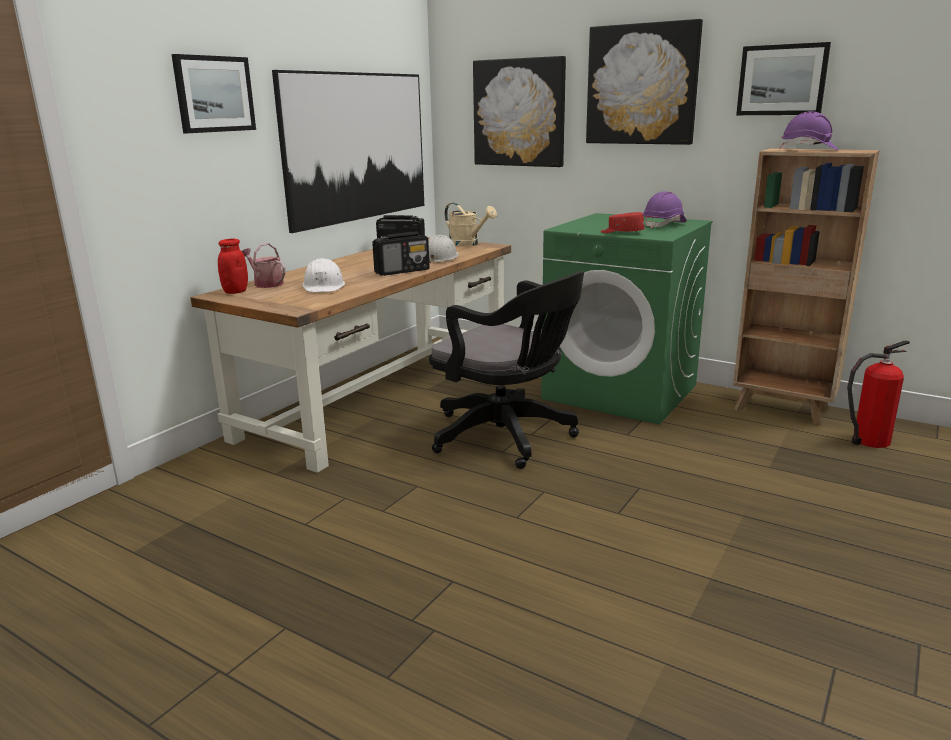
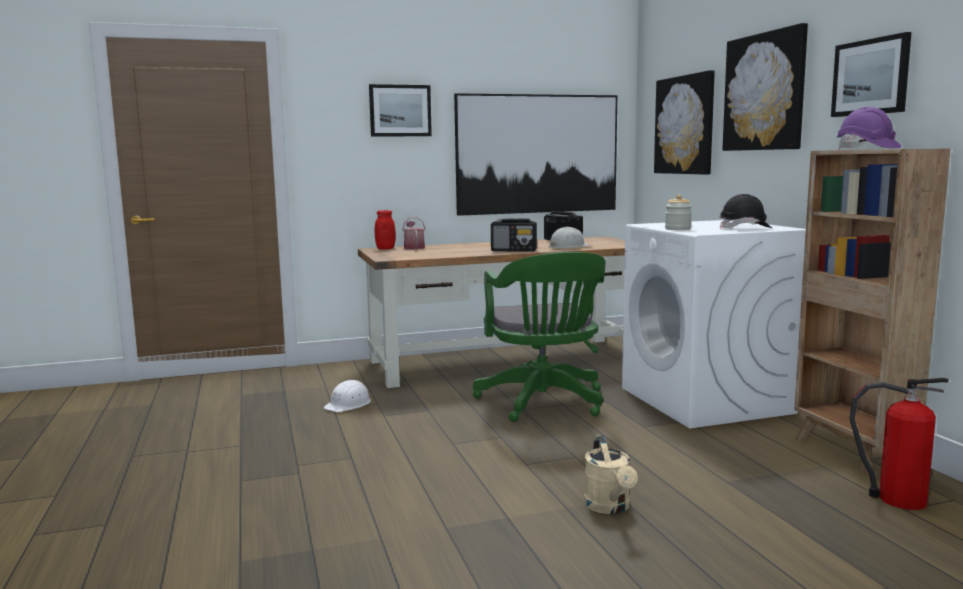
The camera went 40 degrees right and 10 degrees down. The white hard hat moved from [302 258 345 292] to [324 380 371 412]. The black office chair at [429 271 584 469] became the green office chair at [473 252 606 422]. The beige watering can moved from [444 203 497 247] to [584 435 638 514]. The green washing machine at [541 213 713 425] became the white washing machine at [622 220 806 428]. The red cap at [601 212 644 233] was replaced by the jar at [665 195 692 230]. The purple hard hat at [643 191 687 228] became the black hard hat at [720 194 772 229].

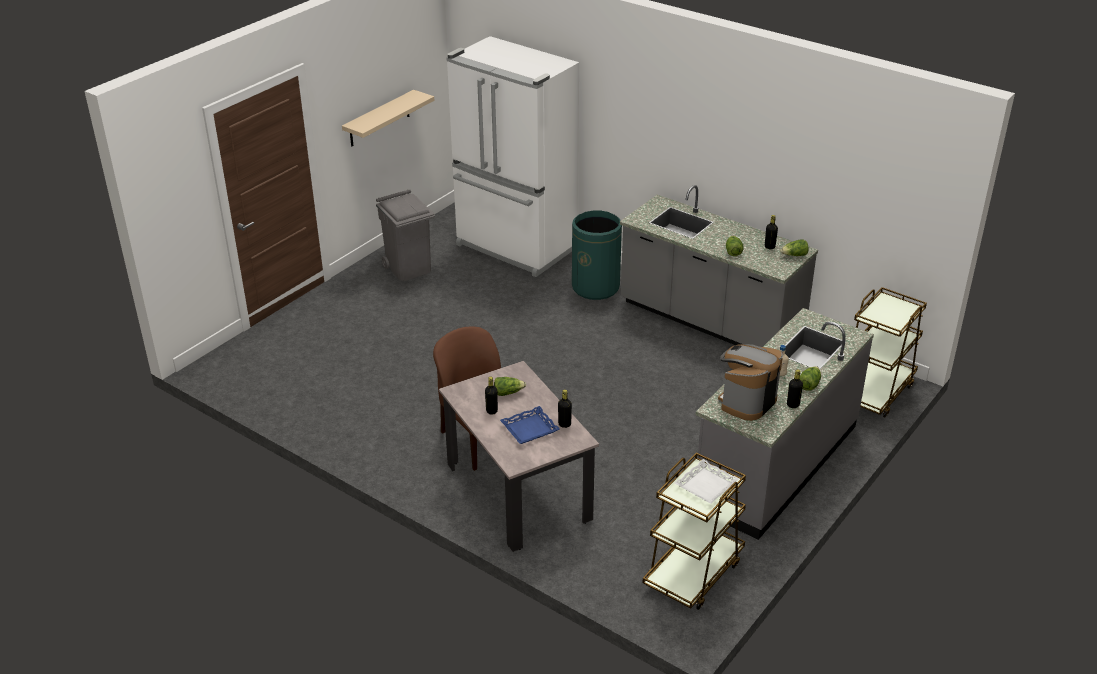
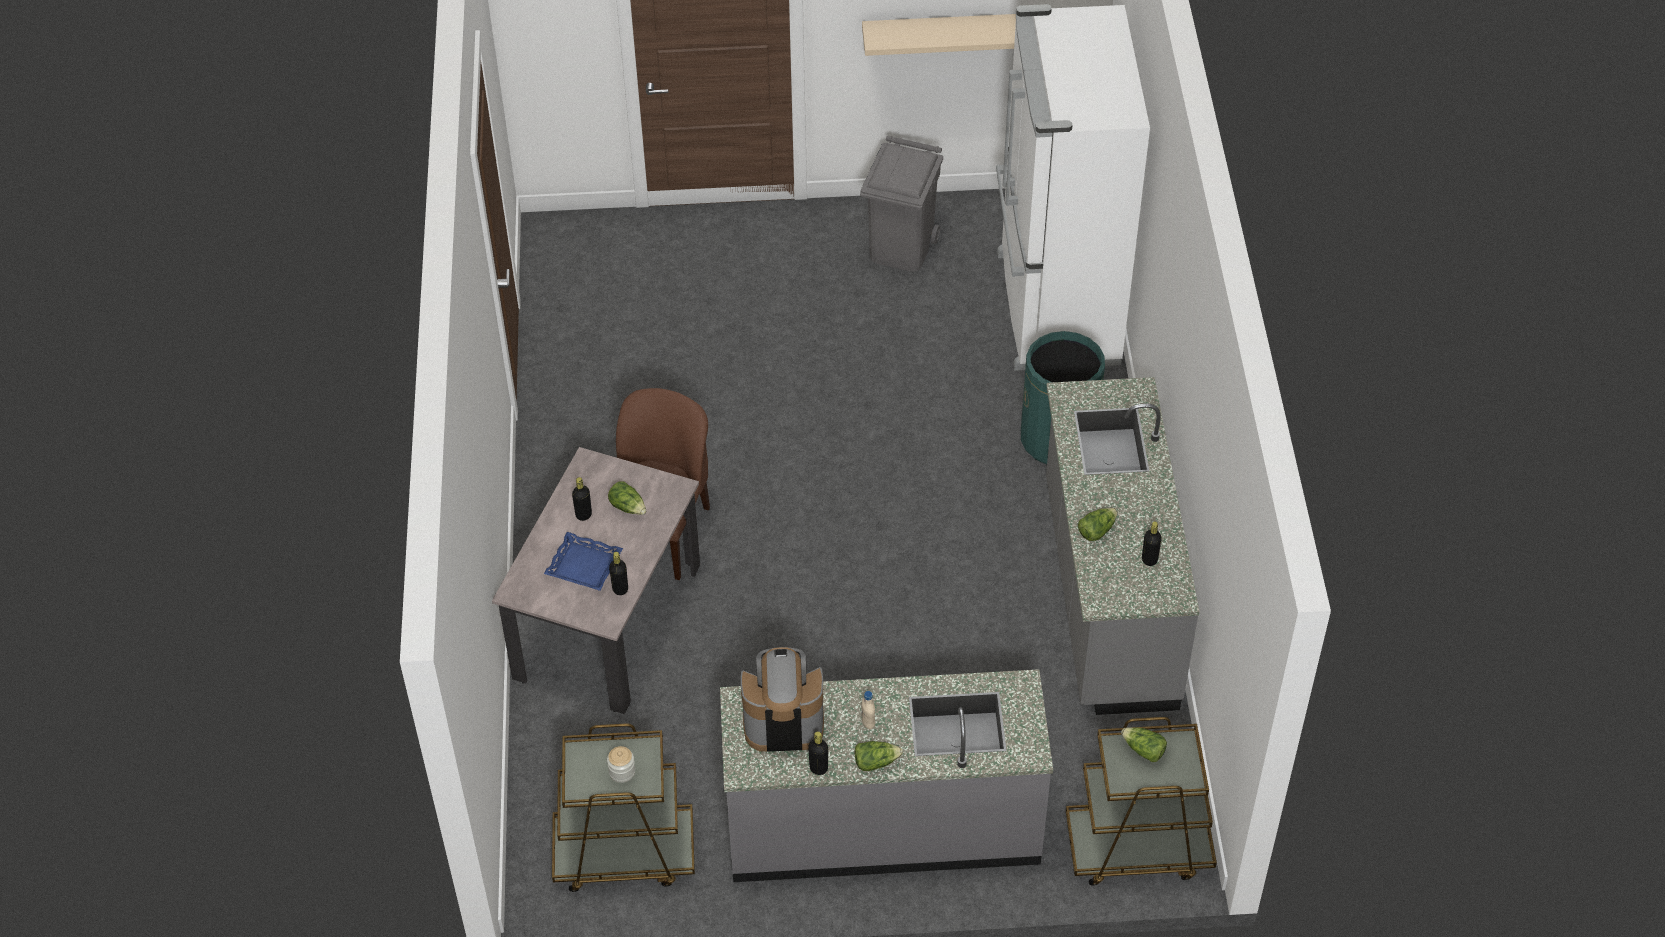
The camera went 50 degrees right and 15 degrees up. The white tray at [675 459 740 504] was replaced by the jar at [607 746 635 783]. The lettuce moved from [780 239 809 256] to [1121 727 1167 762].

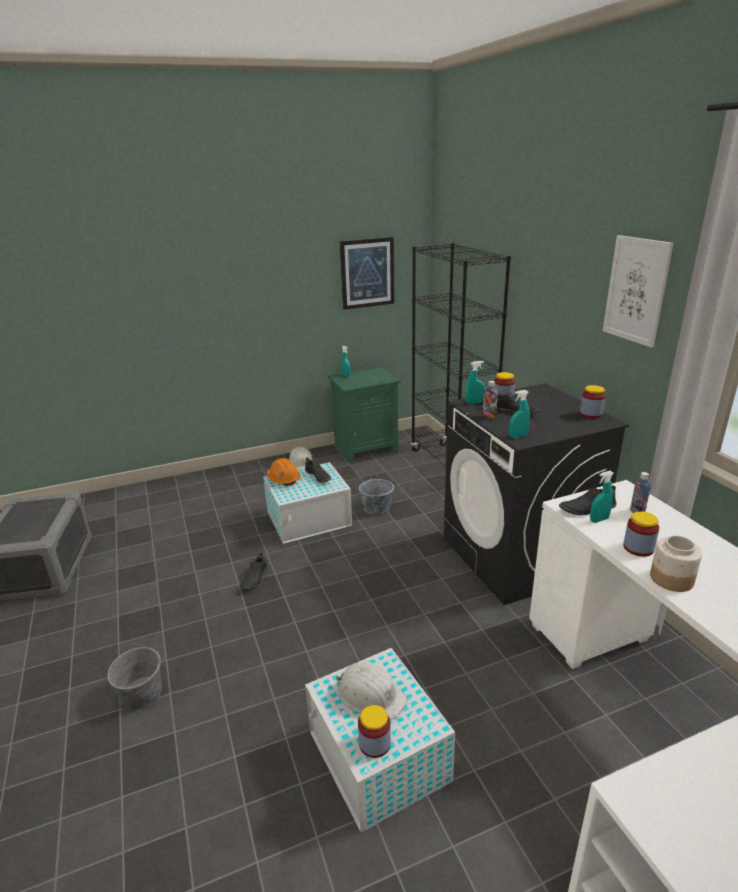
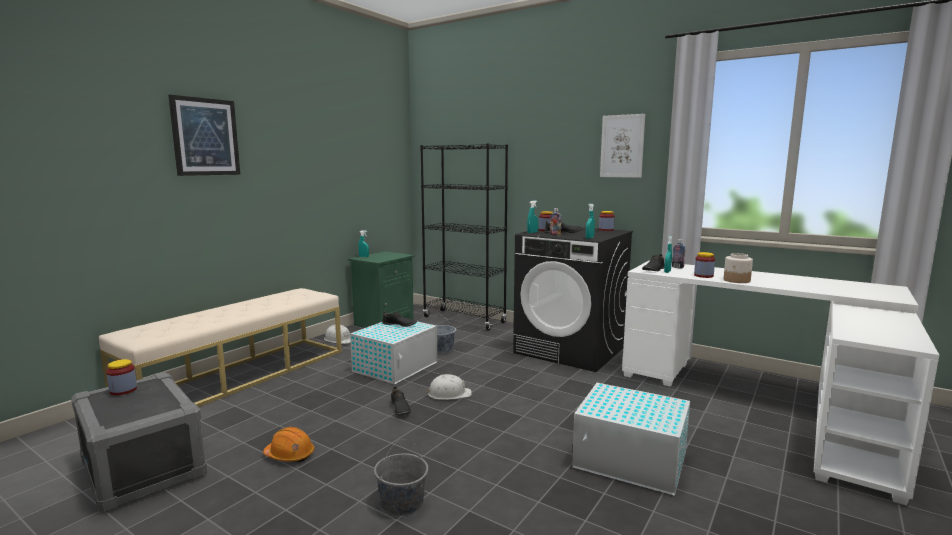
The camera went 35 degrees left and 15 degrees down. The beige bench at [99 288 342 407] appeared. The jar moved from [358 705 391 758] to [106 359 137 395]. The picture moved from [340 237 394 310] to [168 95 240 176]. The orange hard hat moved from [267 458 300 486] to [263 427 315 462]. The white hard hat moved from [336 662 408 720] to [425 374 472 400].

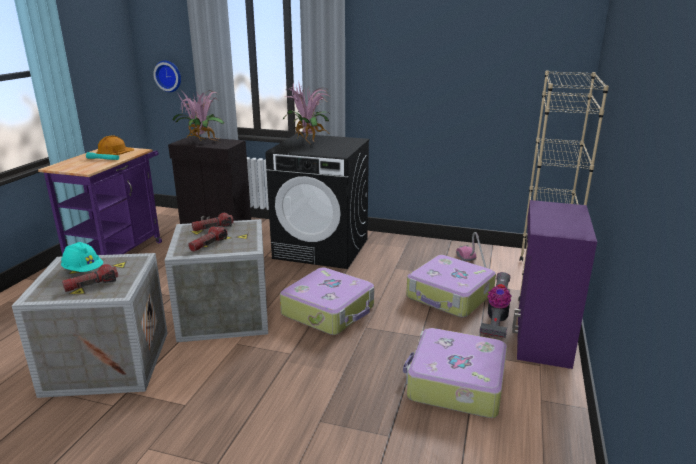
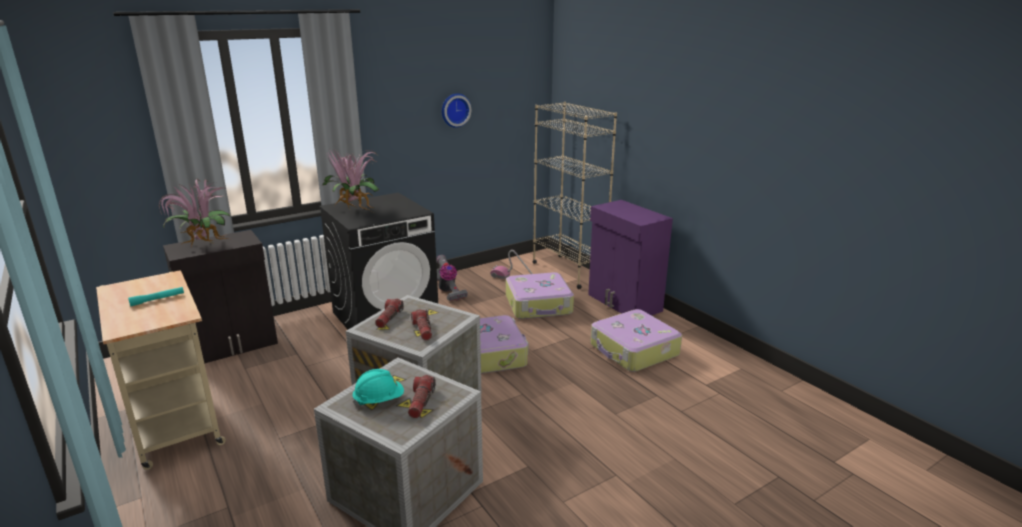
The camera went 50 degrees left and 0 degrees up. The purple cart at [38 148 162 256] became the beige cart at [96 270 226 470]. The vacuum cleaner moved from [480 272 512 338] to [436 255 468 301]. The wall clock moved from [153 61 181 92] to [442 93 471 128]. The orange hard hat at [96 135 135 155] disappeared.

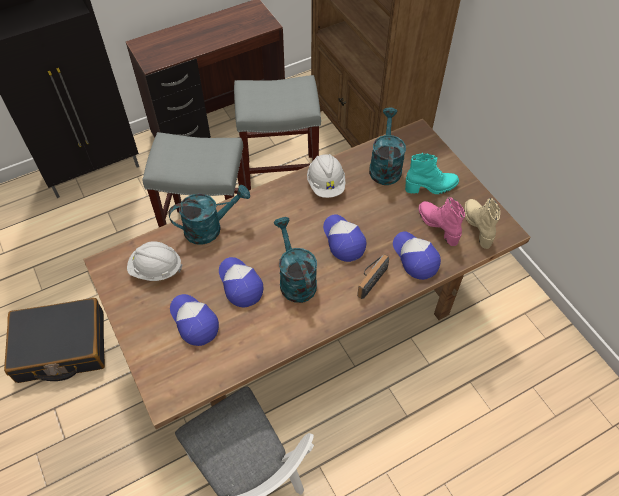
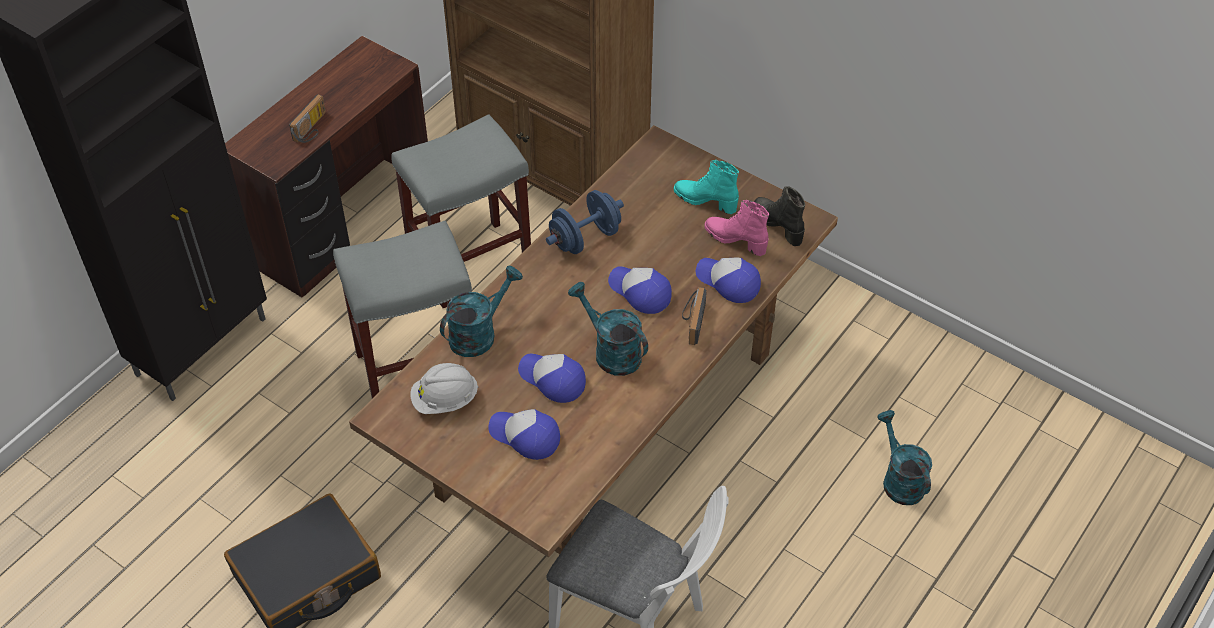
The camera went 25 degrees left and 5 degrees down. The radio at [289 94 326 143] appeared. The white hard hat at [307 154 345 198] was replaced by the blue dumbbell at [546 190 624 254]. The turquoise boot at [405 153 459 194] turned 120 degrees counterclockwise. The beige boot at [464 198 500 249] became the black boot at [754 186 805 246]. The turquoise watering can moved from [369 108 406 185] to [878 410 932 505].

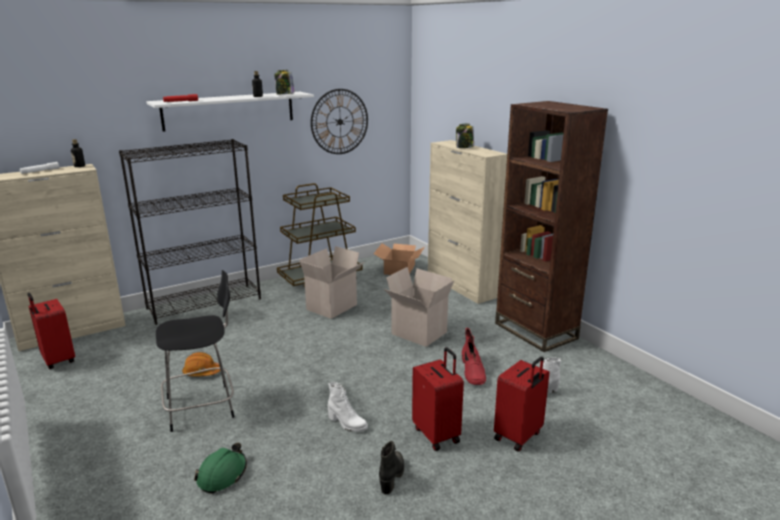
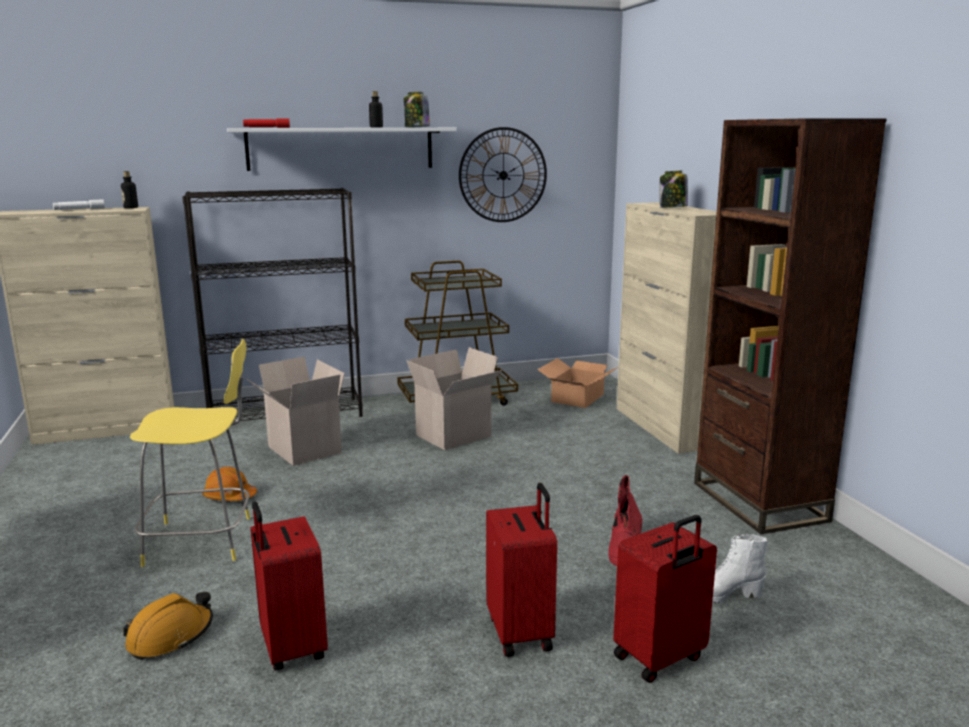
The camera went 15 degrees right and 5 degrees down. The green hard hat at [194 443 247 493] became the orange hard hat at [124 592 213 660]. The black stool at [156 270 235 432] became the yellow stool at [130 339 250 567]. The cardboard box moved from [384 267 454 347] to [245 356 345 466]. The red suitcase moved from [28 293 75 369] to [251 502 328 671]. The white boot at [328 382 368 432] disappeared. The black boot at [379 441 404 495] disappeared.

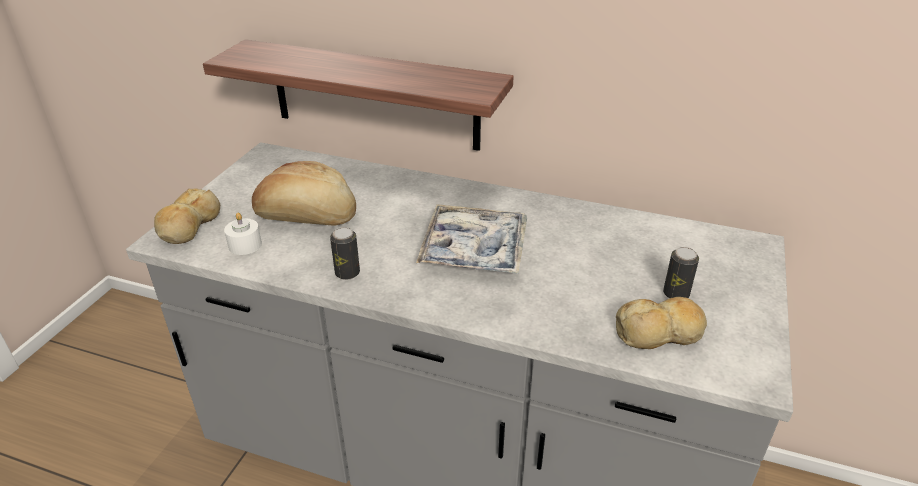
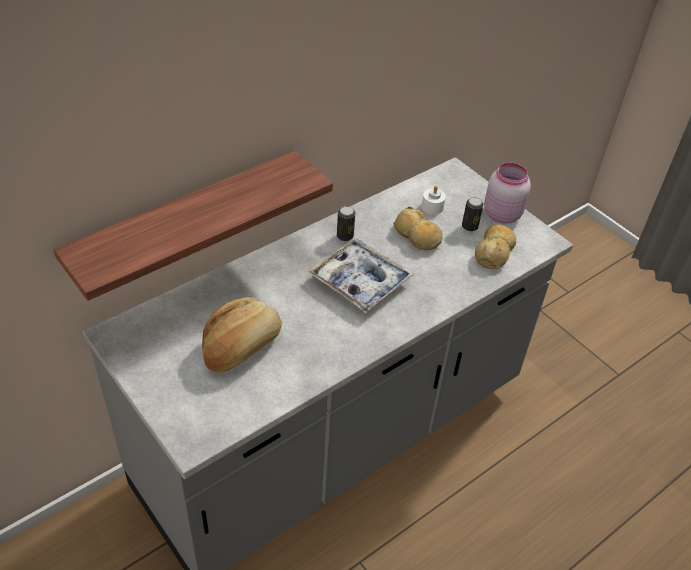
The camera went 60 degrees left and 10 degrees up. The can moved from [330 227 360 280] to [337 206 355 241]. The bread moved from [154 188 220 244] to [393 207 443 250]. The white candle moved from [224 212 262 255] to [422 186 446 214]. The pink jar at [484 163 531 224] appeared.

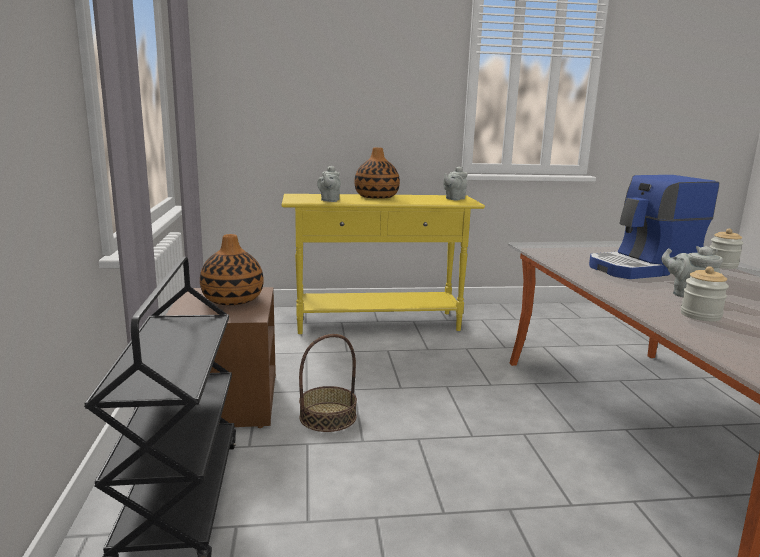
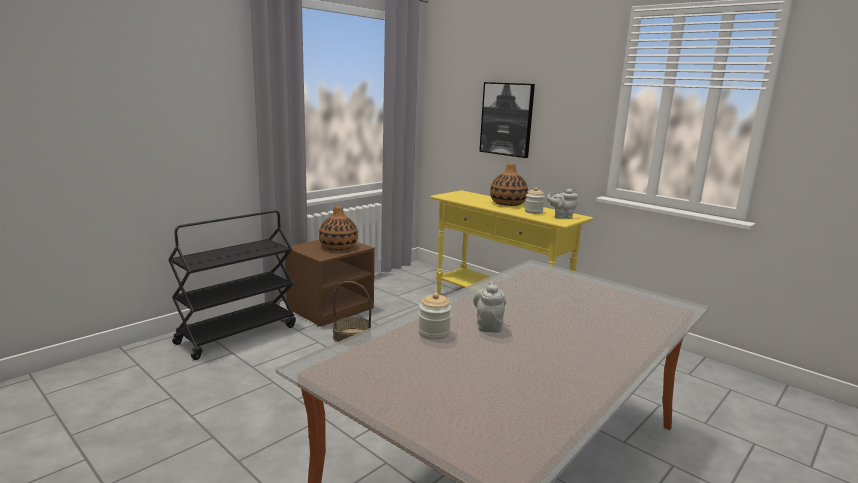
The camera went 50 degrees right and 0 degrees up. The picture at [479 82 535 158] appeared. The jar moved from [710 229 743 269] to [525 187 545 214]. The grey teapot at [317 166 341 202] disappeared. The coffee machine at [589 175 719 279] disappeared.

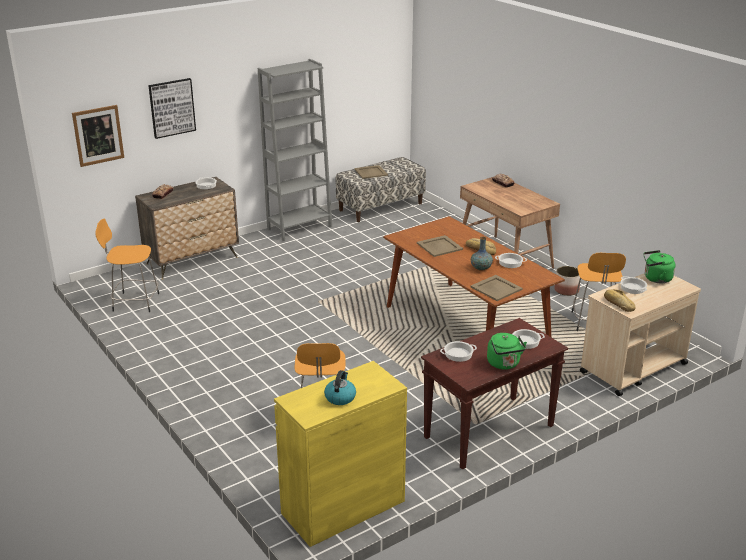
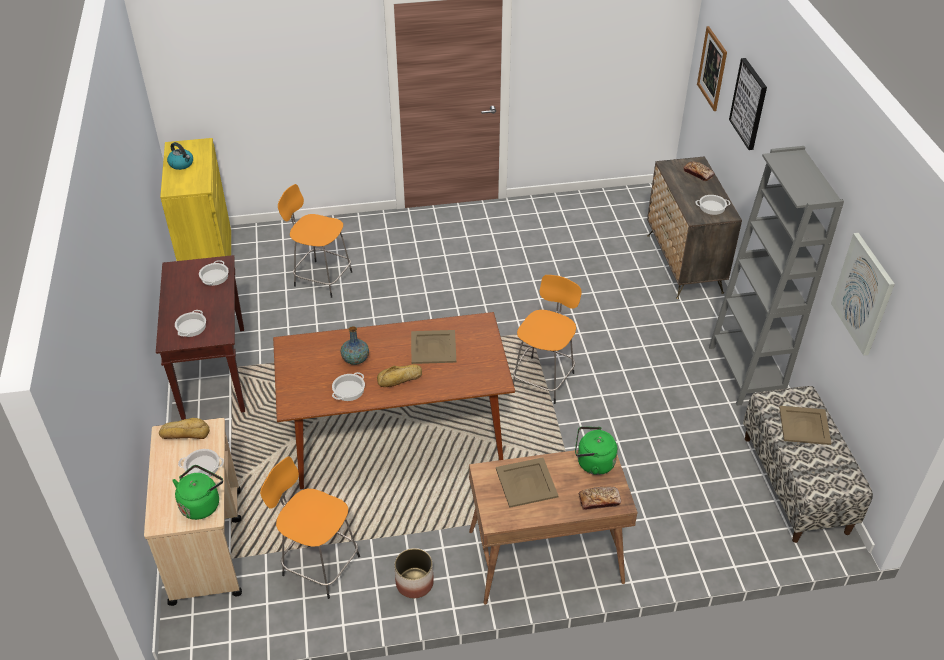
The camera went 115 degrees right and 15 degrees up. The beige tray moved from [470 275 523 301] to [496 457 559 508]. The orange stool moved from [95 218 159 312] to [513 275 582 404]. The green kettle moved from [487 333 527 370] to [575 426 618 475]. The picture at [831 233 895 356] appeared.

